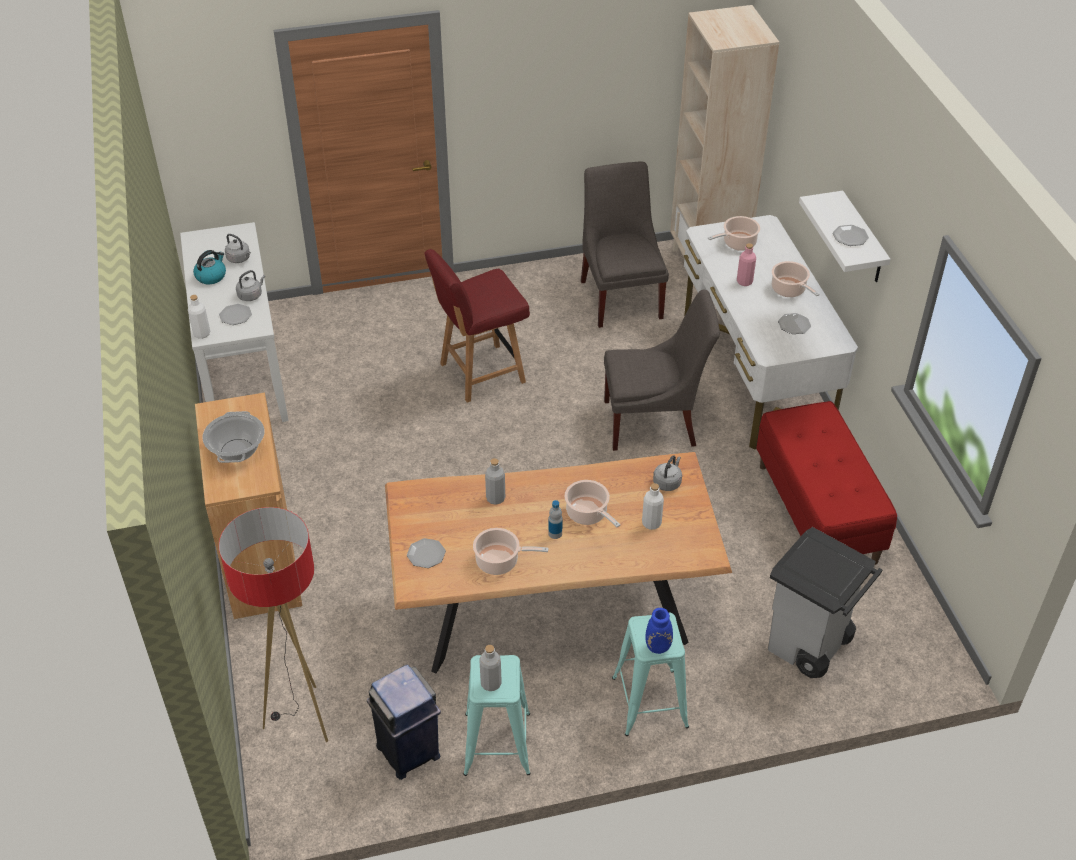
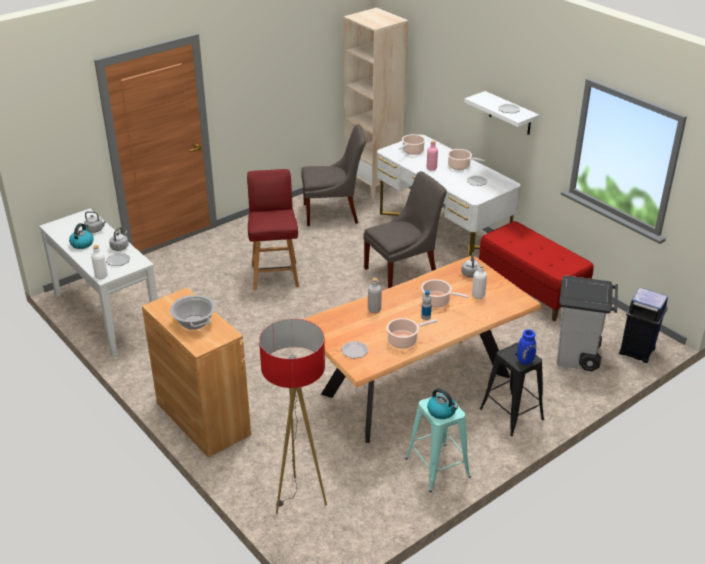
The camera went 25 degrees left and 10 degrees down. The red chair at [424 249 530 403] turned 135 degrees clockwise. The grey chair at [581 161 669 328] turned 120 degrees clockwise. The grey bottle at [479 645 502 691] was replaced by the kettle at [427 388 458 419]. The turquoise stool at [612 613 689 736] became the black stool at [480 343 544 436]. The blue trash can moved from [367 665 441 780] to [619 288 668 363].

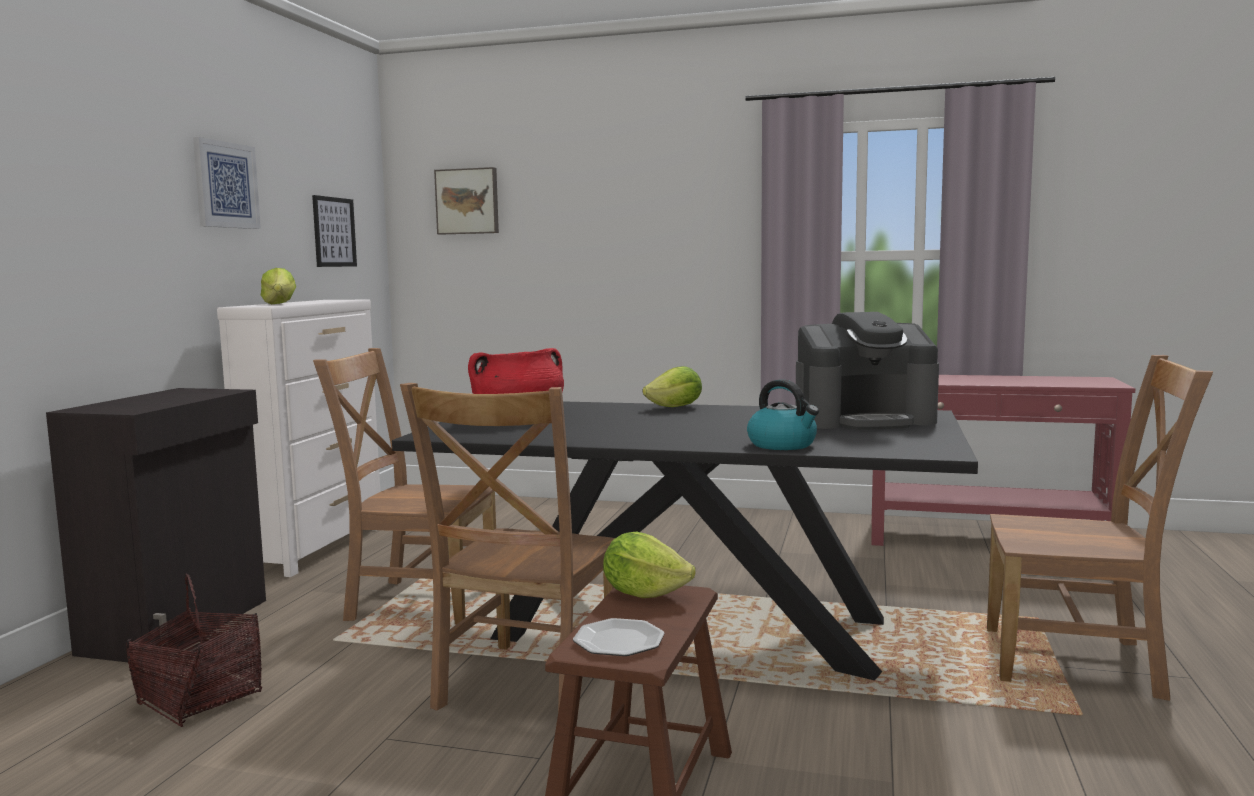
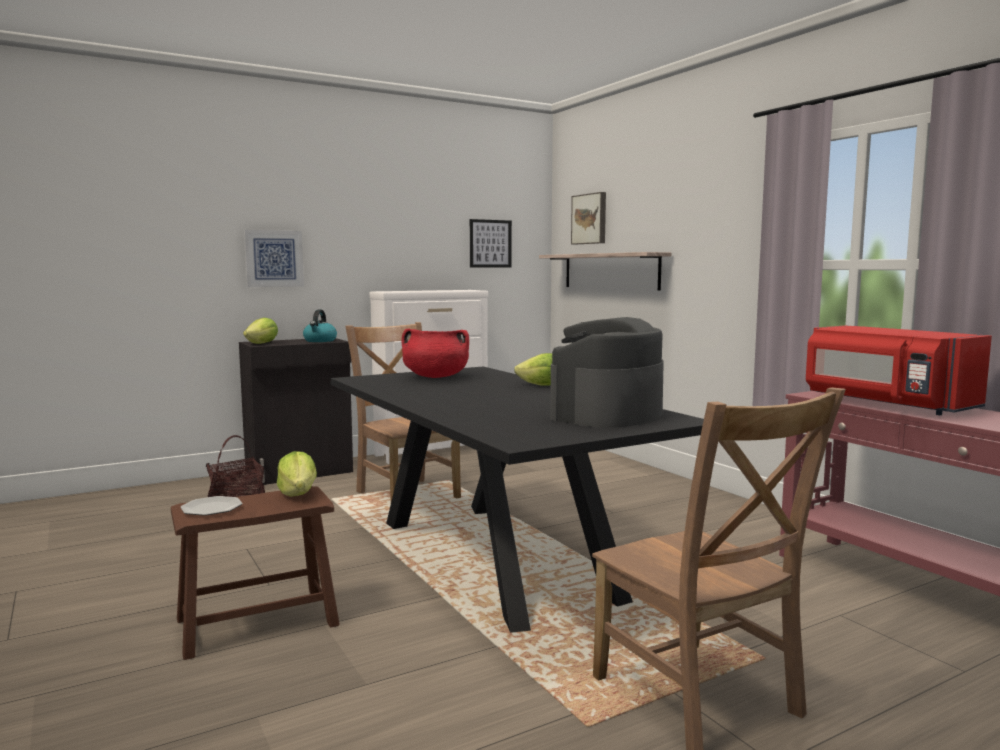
The camera went 45 degrees right and 0 degrees up. The lettuce moved from [261 268 296 304] to [243 318 278 344]. The picture moved from [193 137 261 229] to [244 230 304 287]. The kettle moved from [747 380 819 450] to [303 310 337 342]. The shelf at [539 252 671 291] appeared. The coffee machine at [795 312 939 430] turned 90 degrees clockwise. The red microwave at [806 325 992 415] appeared. The brown chair at [400 383 615 712] disappeared.

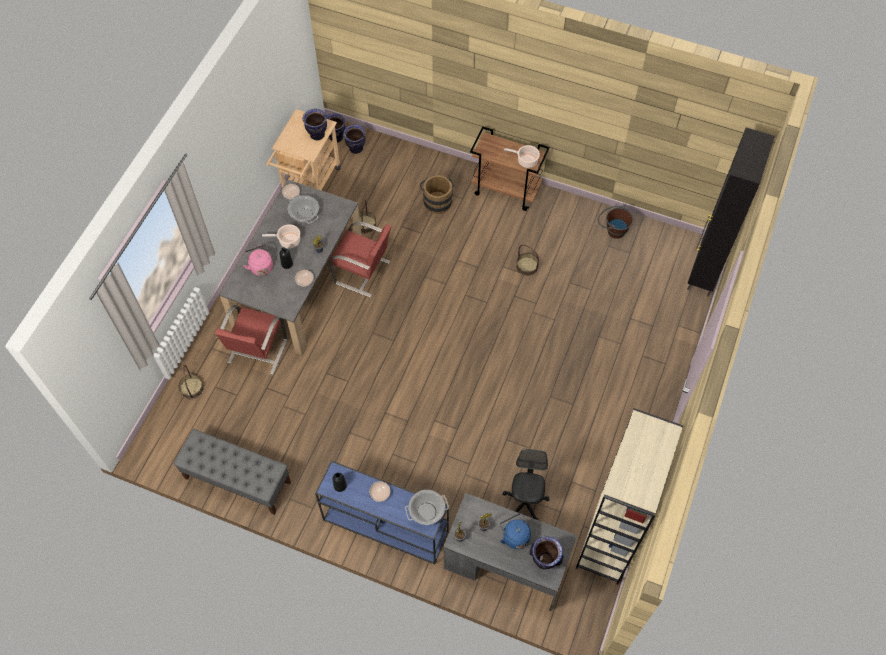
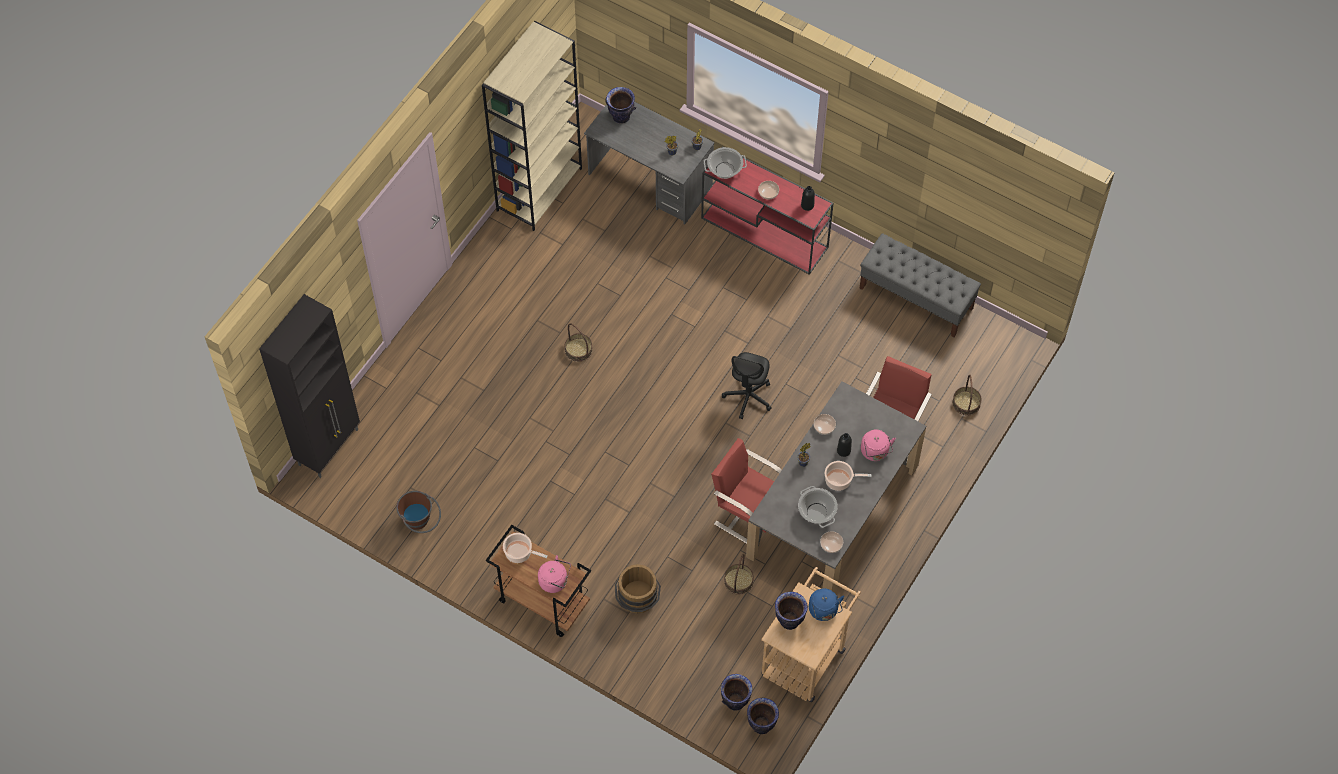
The camera went 170 degrees left and 0 degrees up. The pink kettle at [538 555 571 593] appeared. The basket moved from [516 244 539 276] to [565 323 593 362]. The blue console table at [315 461 449 564] became the red console table at [701 146 833 275]. The black office chair moved from [503 449 550 520] to [722 352 772 419]. The blue kettle moved from [500 513 531 549] to [809 588 844 621].

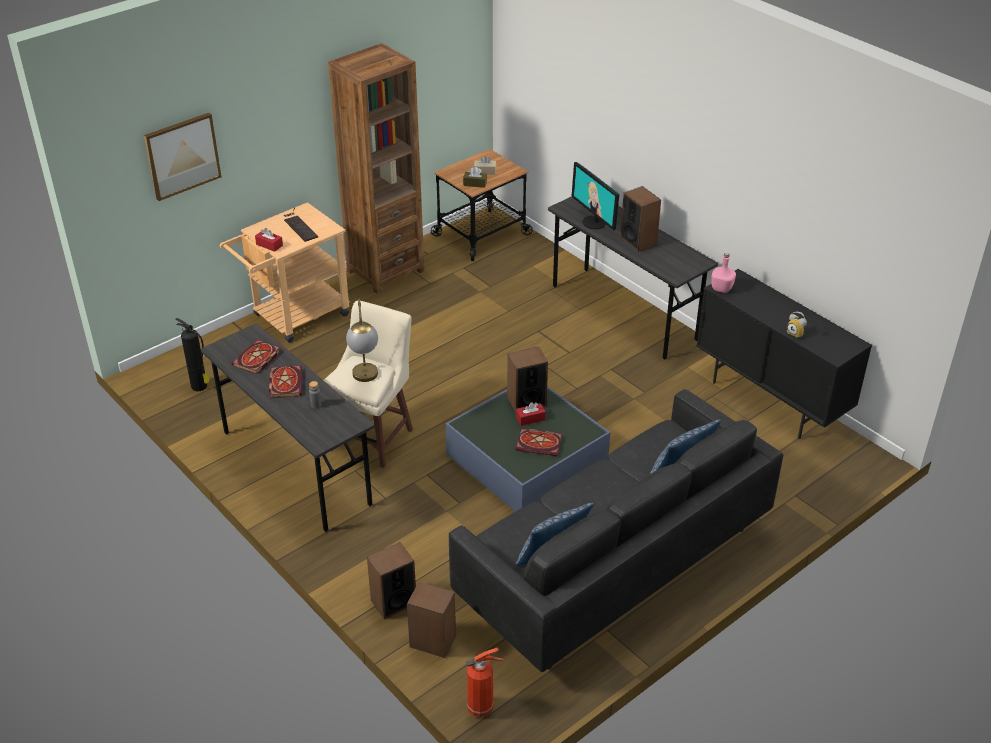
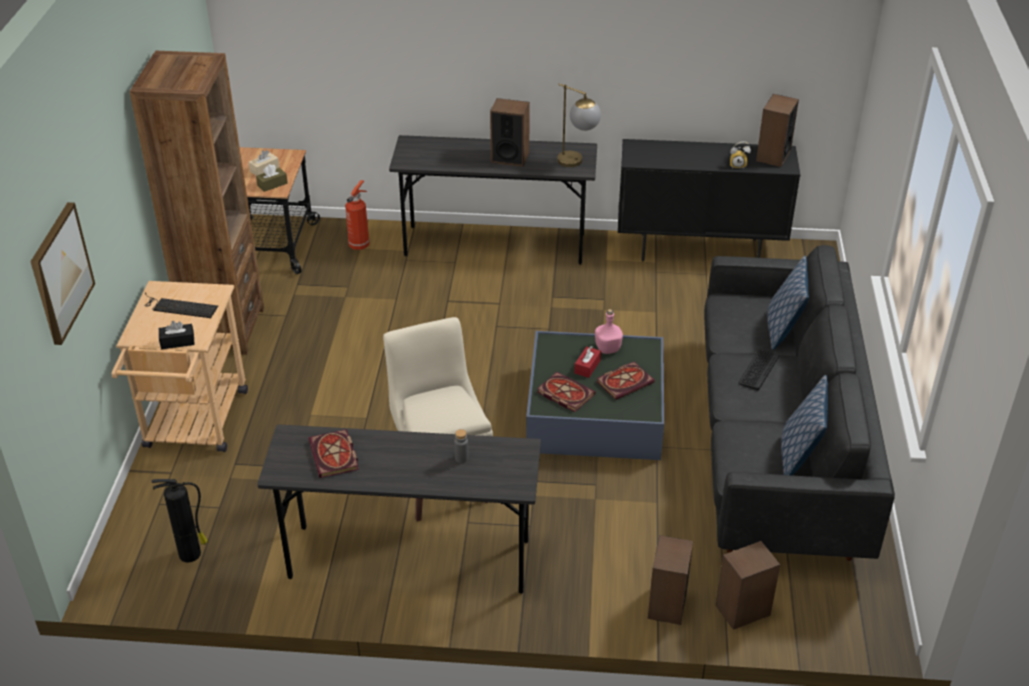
The camera went 45 degrees left and 0 degrees up. The red tissue box at [255 228 283 252] became the black tissue box at [159 321 194 349]. The fire extinguisher moved from [466 647 504 717] to [345 180 370 250]. The book moved from [269 365 302 398] to [537 372 596 412]. The table lamp moved from [346 299 378 382] to [557 84 601 167]. The pink bottle moved from [711 253 736 293] to [595 309 623 354]. The keyboard at [739 350 779 391] appeared. The speaker moved from [507 347 548 413] to [756 94 799 167]. The monitor at [571 162 619 230] disappeared.

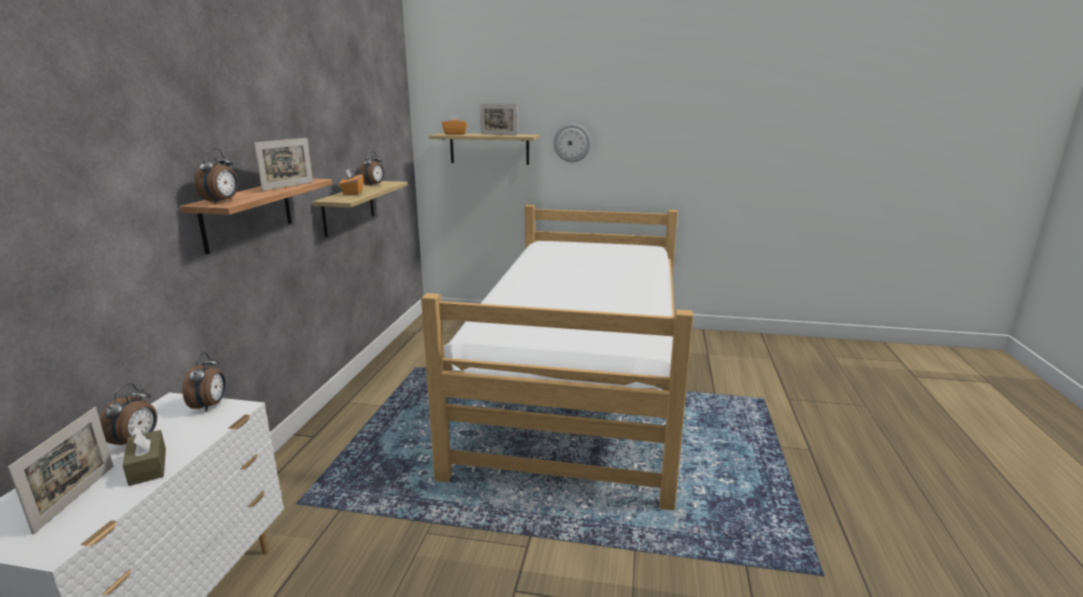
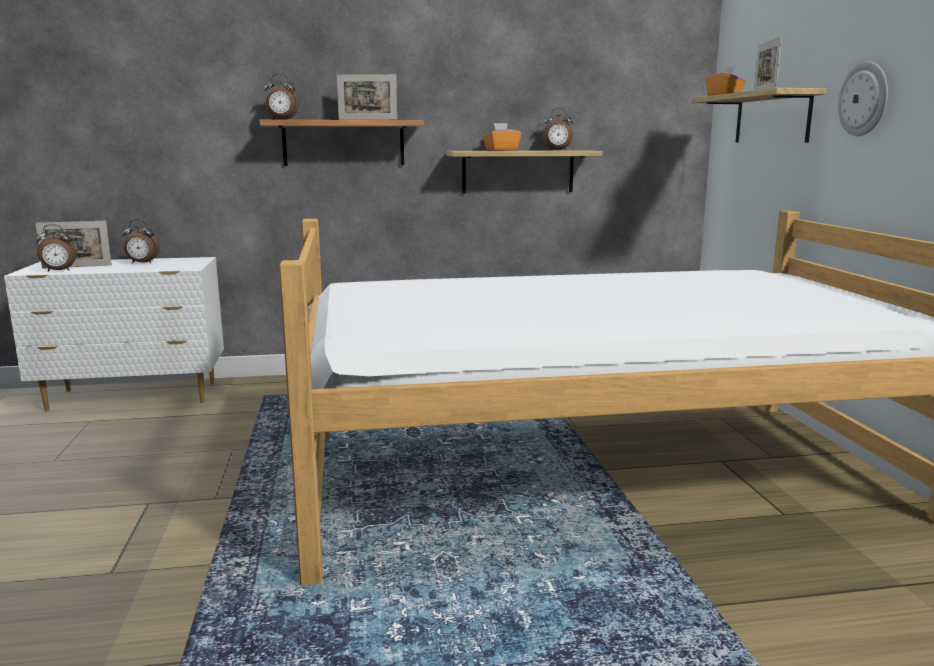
The camera went 70 degrees right and 5 degrees down. The alarm clock moved from [183 352 226 412] to [36 224 77 272]. The brown tissue box at [123 427 166 486] disappeared.

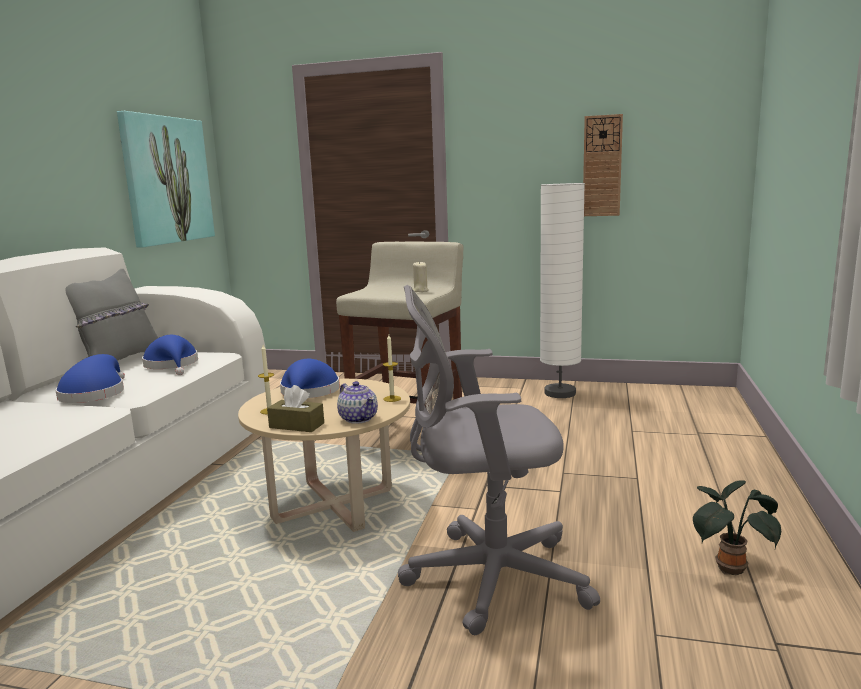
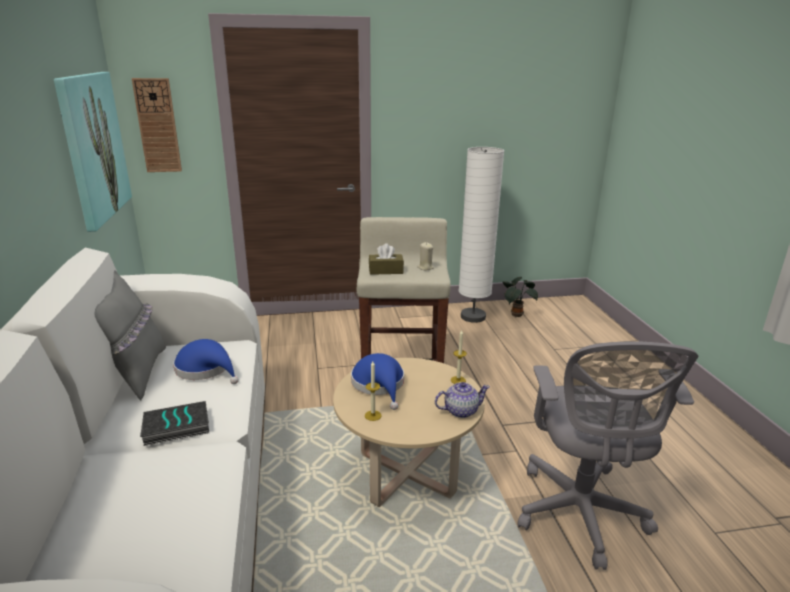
The camera went 25 degrees left and 10 degrees up. The wall clock moved from [583 114 623 216] to [131 78 182 172]. The blue hat at [56 354 125 403] was replaced by the book at [140 401 209 446]. The brown tissue box moved from [267 385 324 432] to [369 243 404 275]. The teapot at [337 381 378 424] turned 45 degrees counterclockwise. The potted plant moved from [693 480 781 575] to [502 277 538 317]. The grey office chair at [398 285 600 635] turned 60 degrees counterclockwise.

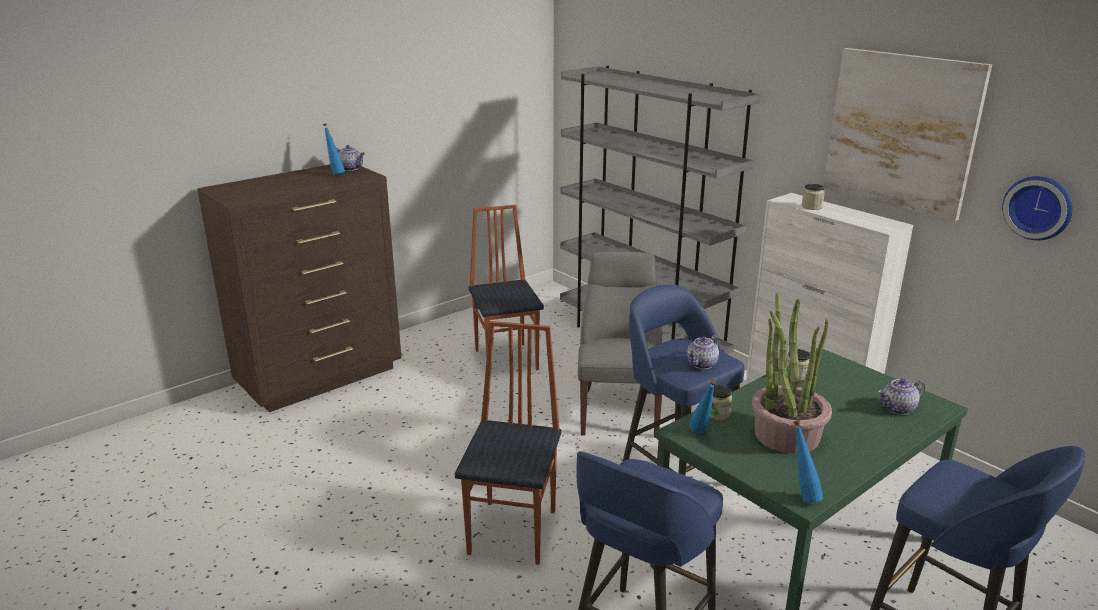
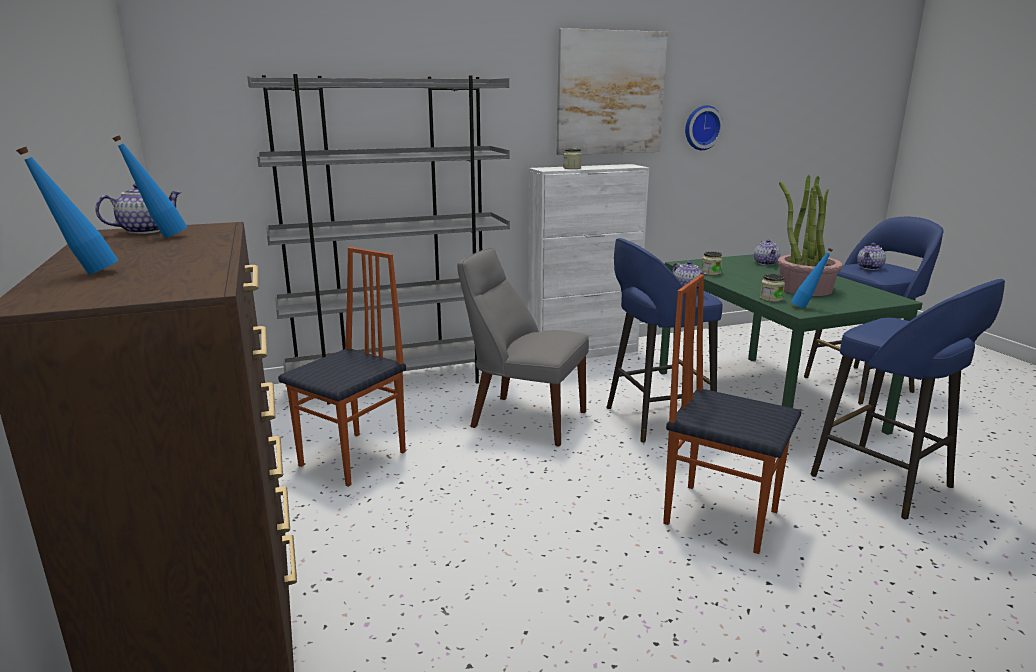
The camera went 70 degrees left and 5 degrees down. The blue bottle moved from [794 420 823 503] to [16 147 118 274]. The chair at [469 205 544 370] turned 120 degrees clockwise. The teapot at [857 243 886 270] appeared.

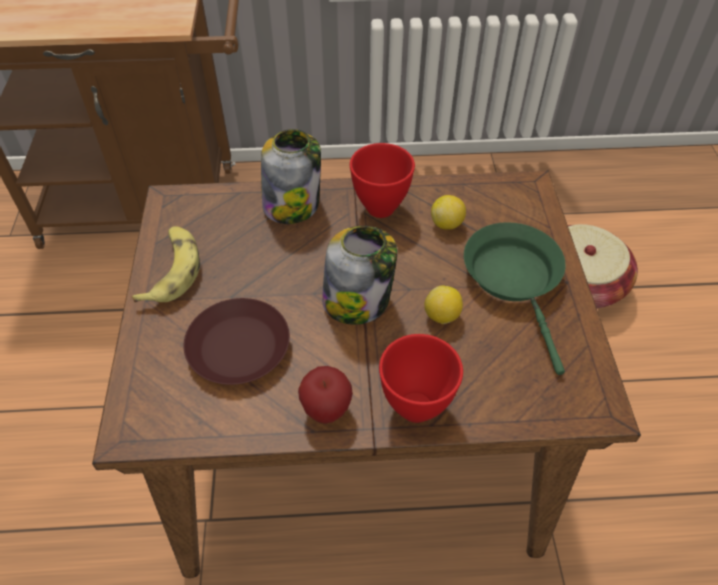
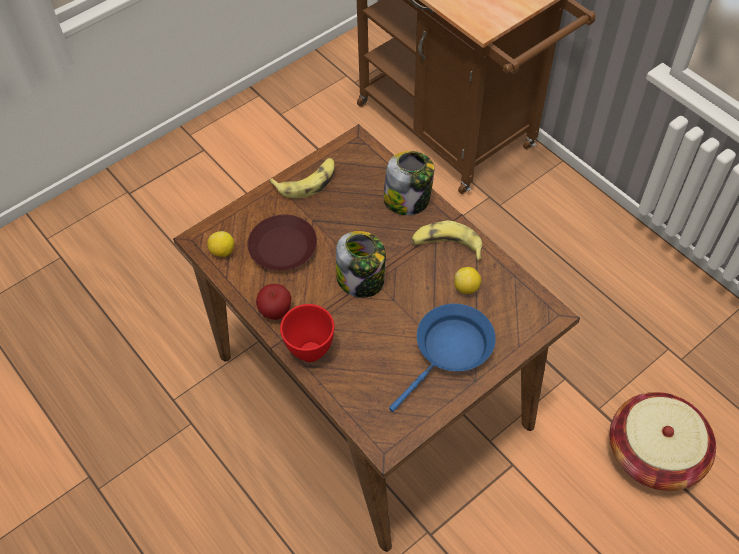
The camera went 55 degrees right and 5 degrees up. The lemon moved from [424 286 463 324] to [207 231 234 257]. The green frying pan at [464 222 566 375] became the blue frying pan at [389 304 496 412]. The red bowl at [350 143 415 218] was replaced by the banana at [411 221 482 261].

